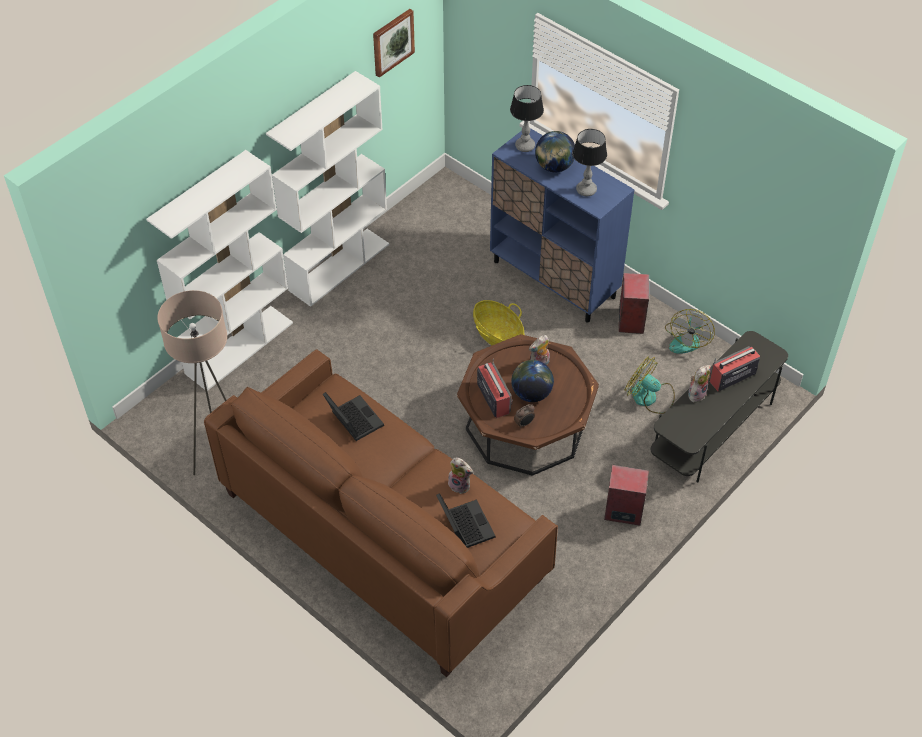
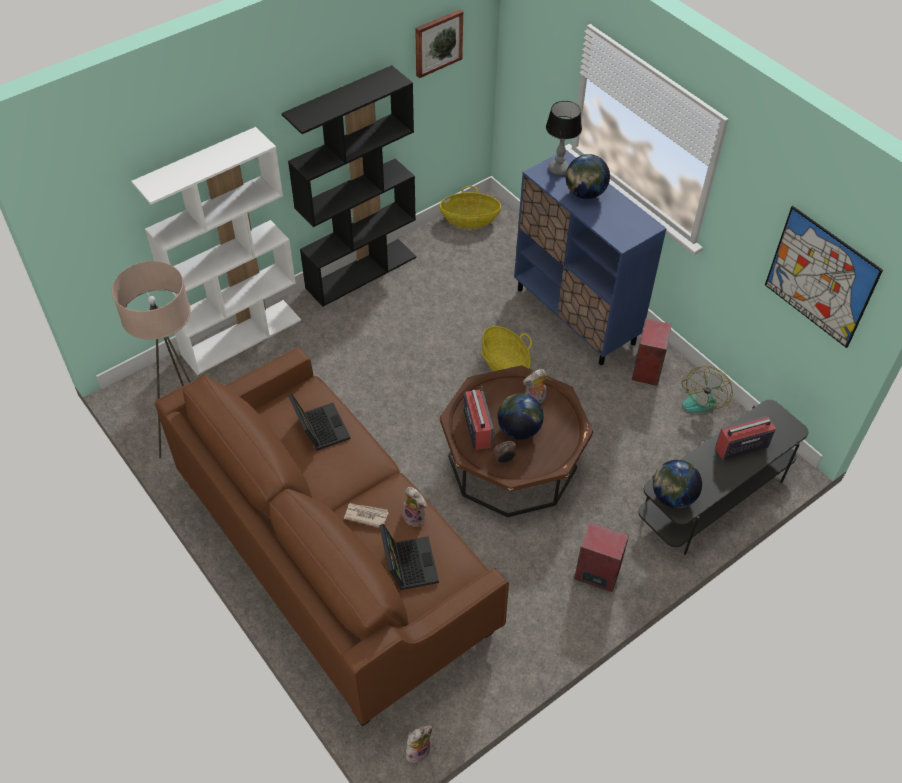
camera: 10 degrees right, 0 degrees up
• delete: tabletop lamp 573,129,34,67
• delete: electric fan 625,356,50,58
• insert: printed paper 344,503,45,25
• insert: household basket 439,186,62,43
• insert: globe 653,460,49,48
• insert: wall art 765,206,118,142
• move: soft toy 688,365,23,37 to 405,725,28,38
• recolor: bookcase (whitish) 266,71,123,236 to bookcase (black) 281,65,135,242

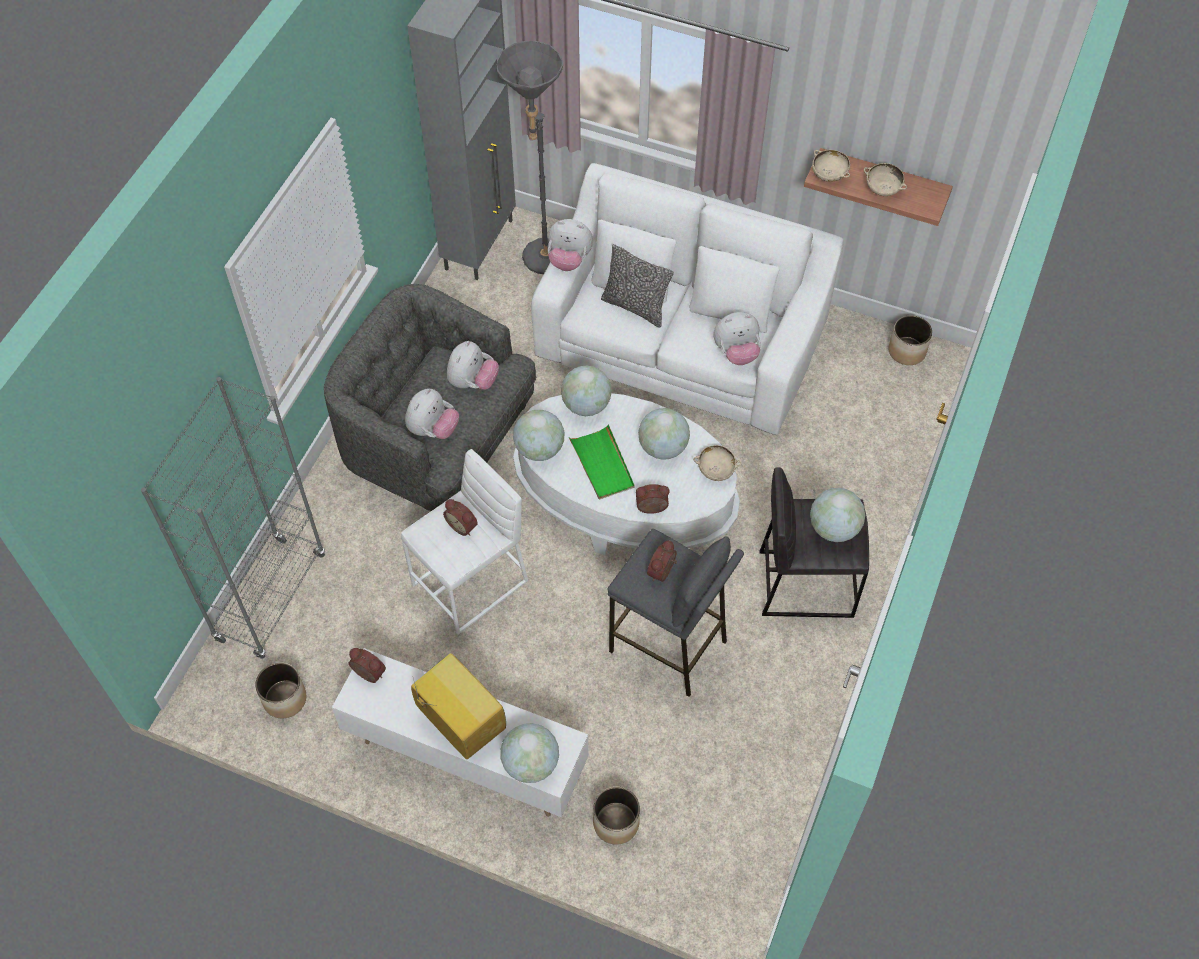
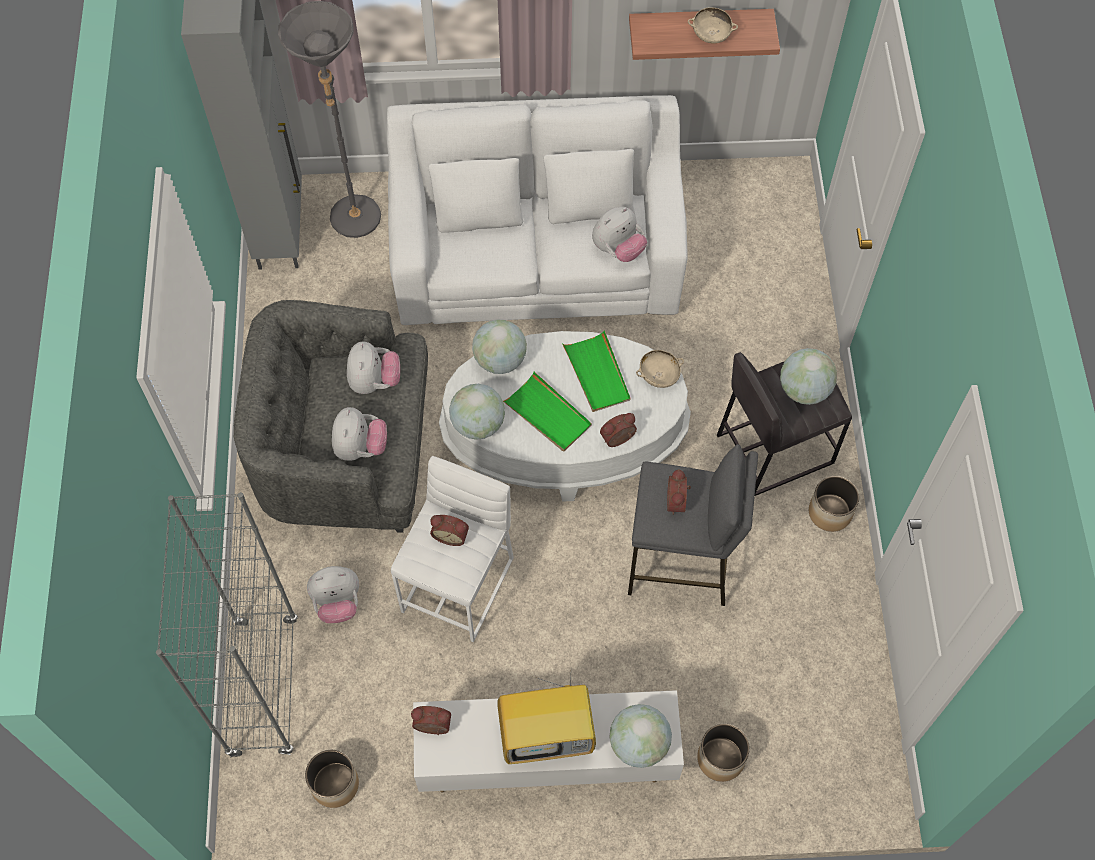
camera: 25 degrees left, 5 degrees up
• delete: pillow 601,244,73,84
• delete: bowl (beige-coloured) 812,150,38,32
• move: soft toy 548,219,45,52 to 307,566,52,57
• move: flower pot 889,315,43,50 to 809,476,50,56
• replace: globe 638,408,52,52 to tray (greenish) 562,330,68,82
• rotate: TV set 411,653,95,106 = 497,675,99,89 150 degrees clockwise

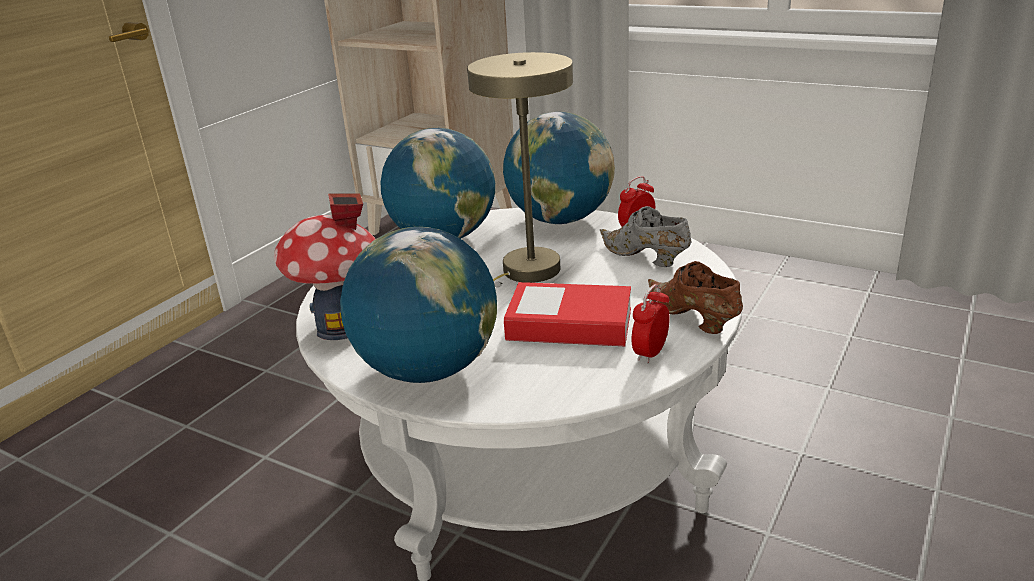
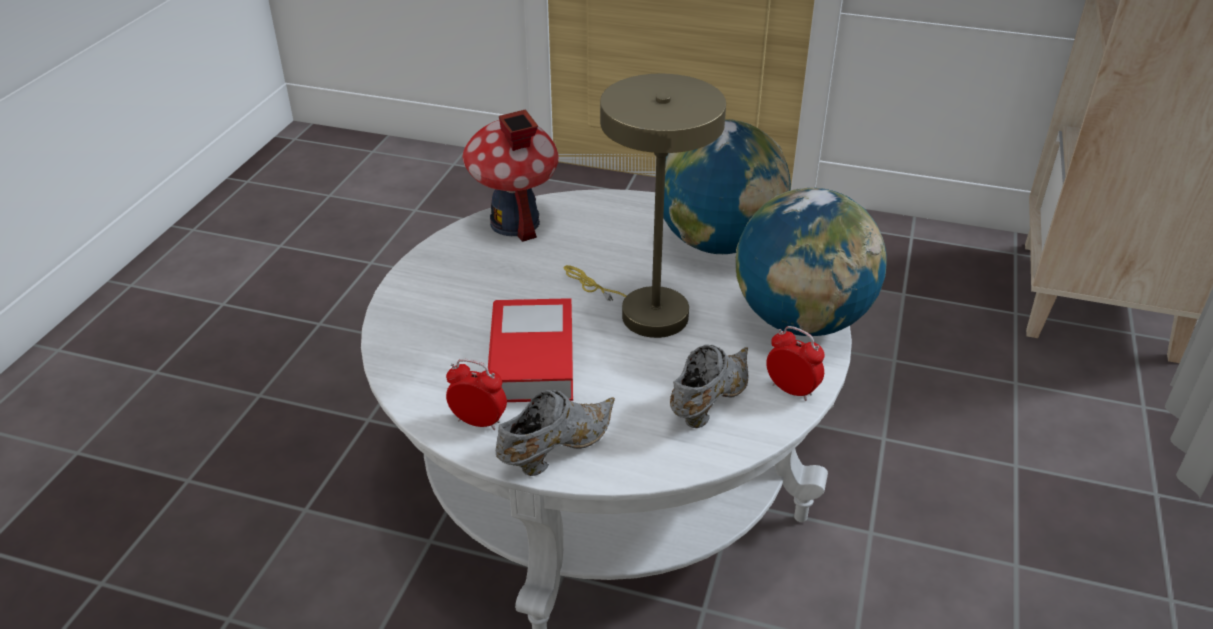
camera: 75 degrees right, 10 degrees up
• delete: globe 340,227,157,156
• recolor: shoe (brown) 648,261,95,73 to shoe (greyish) 496,390,119,86

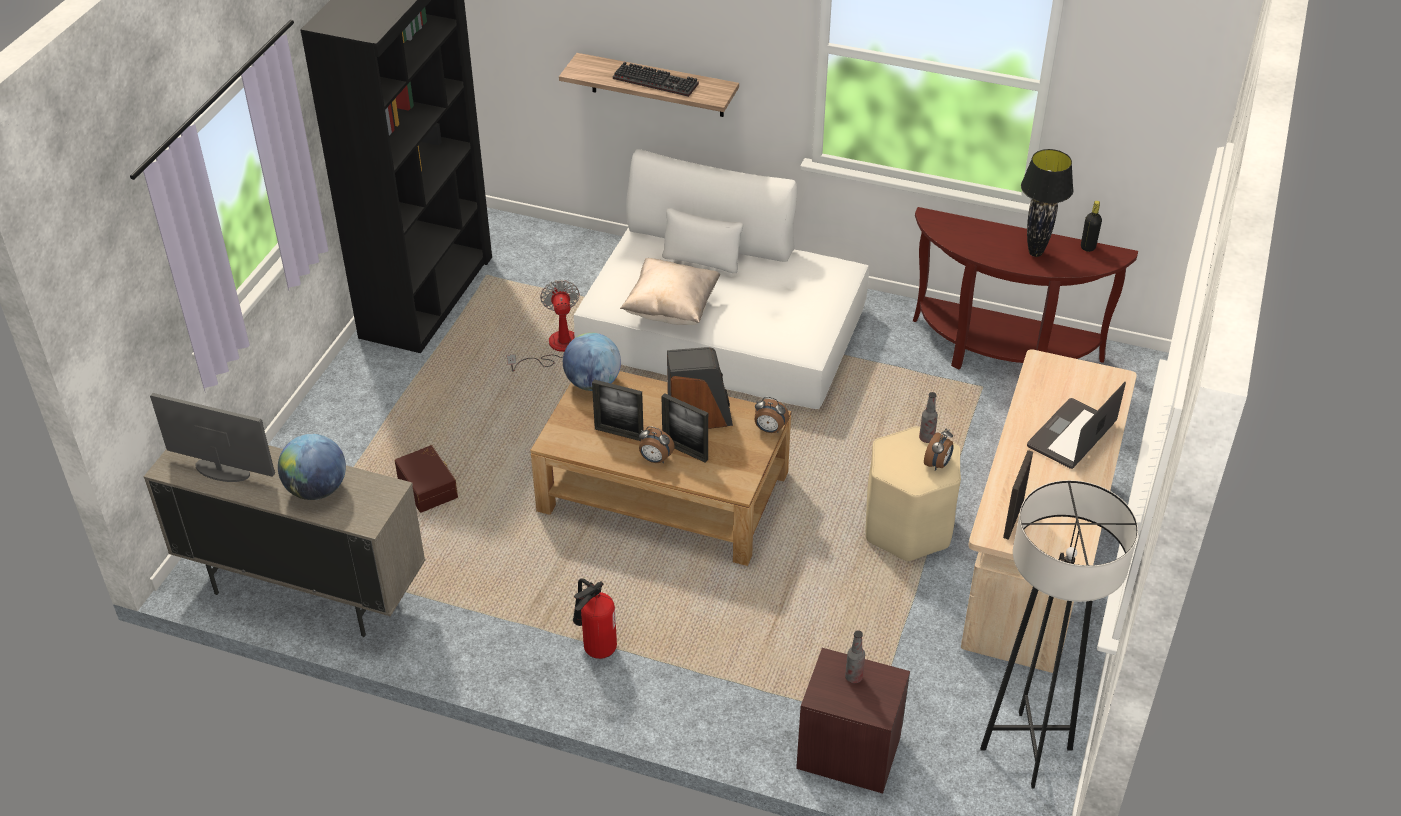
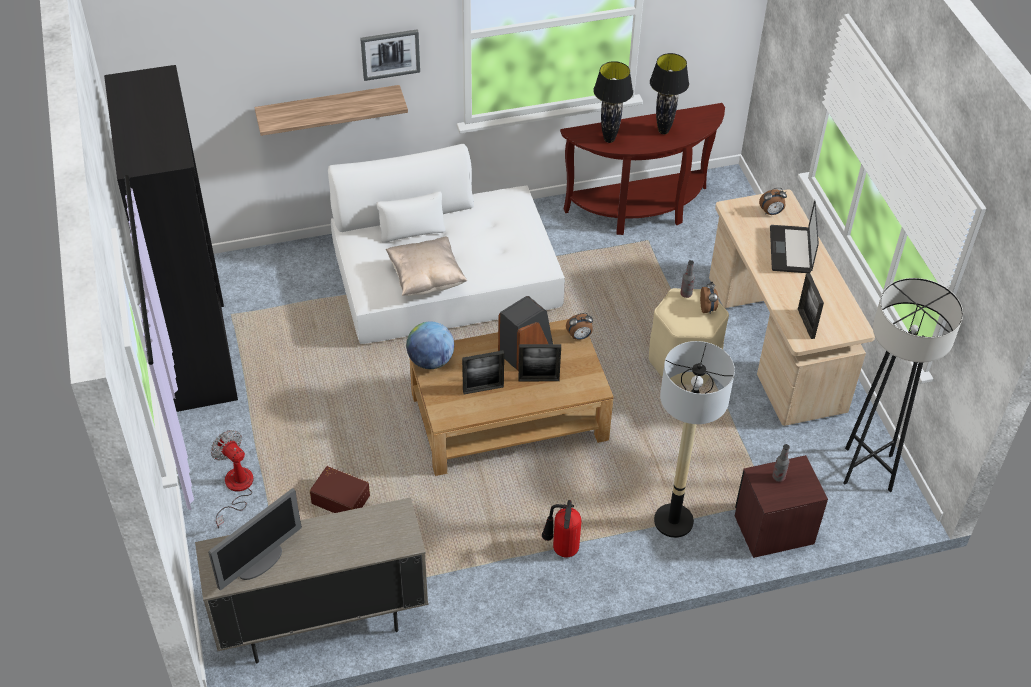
camera: 35 degrees left, 5 degrees up
• delete: globe 278,434,68,66
• delete: PC keyboard 613,62,86,35
• delete: bottle (black) 1081,201,21,51
• insert: wall art 360,29,60,52
• insert: tabletop lamp (black) 593,61,40,82
• insert: floor lamp 654,341,81,197
• move: electric fan 507,280,73,92 to 211,430,43,99
• move: bedside clock 639,426,36,37 to 759,188,28,27
• rotate: computer display 150,393,125,89 = 208,488,94,102 150 degrees clockwise

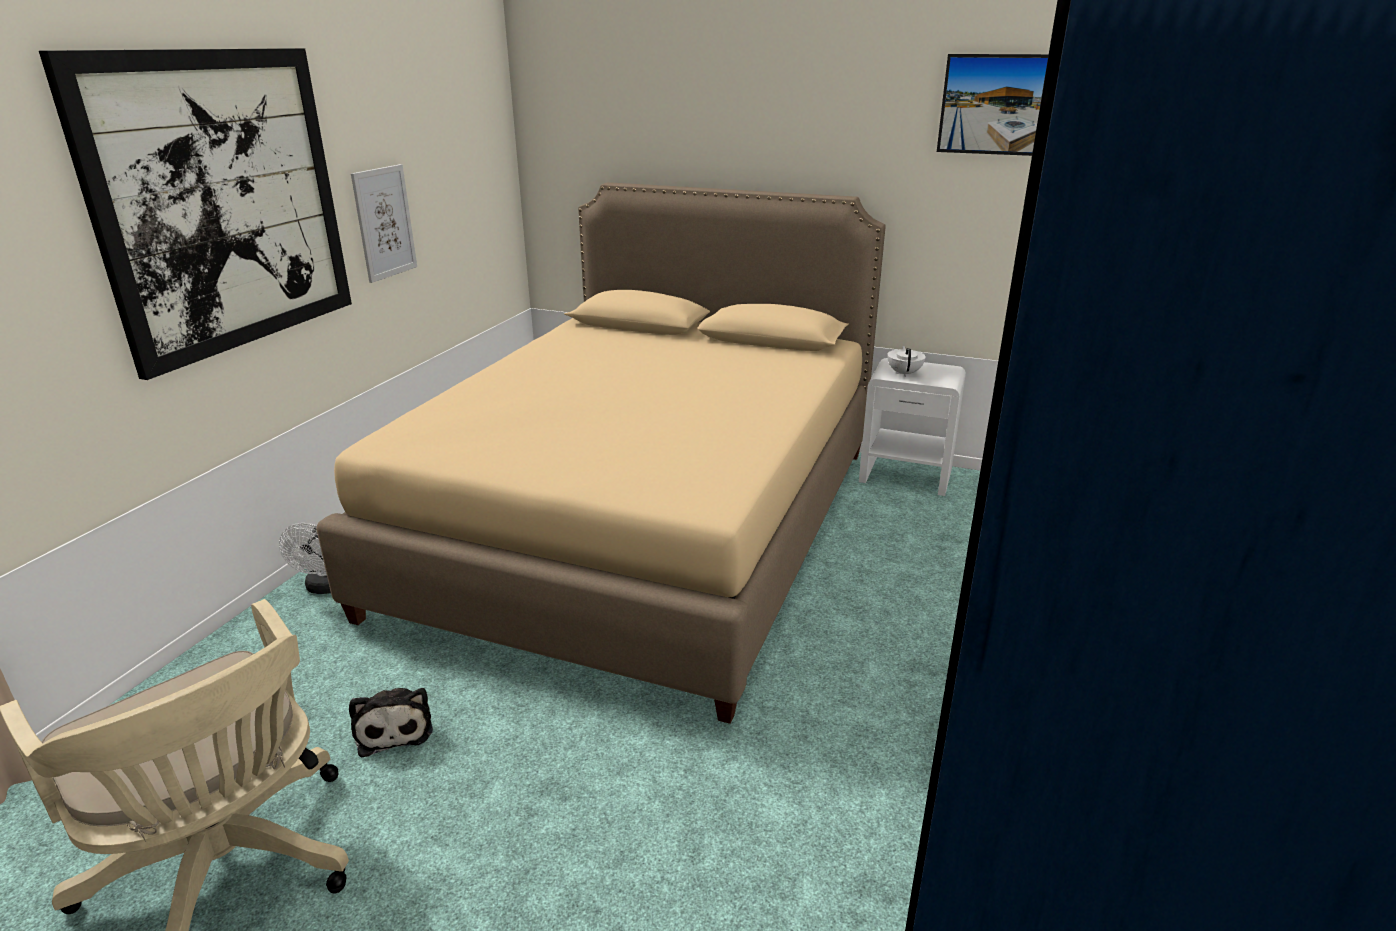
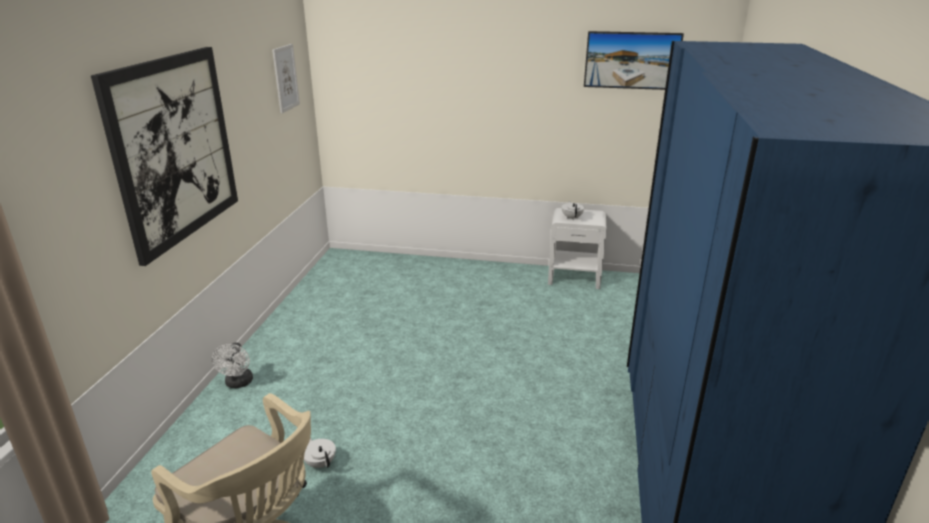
camera: 10 degrees left, 0 degrees up
• delete: sleeping bed (beige-coloured) 316,182,570,542
• move: wall art 351,164,66,119 to 272,44,28,69
• replace: soft toy 349,688,84,70 to pot for tea (whitish) 304,438,32,30

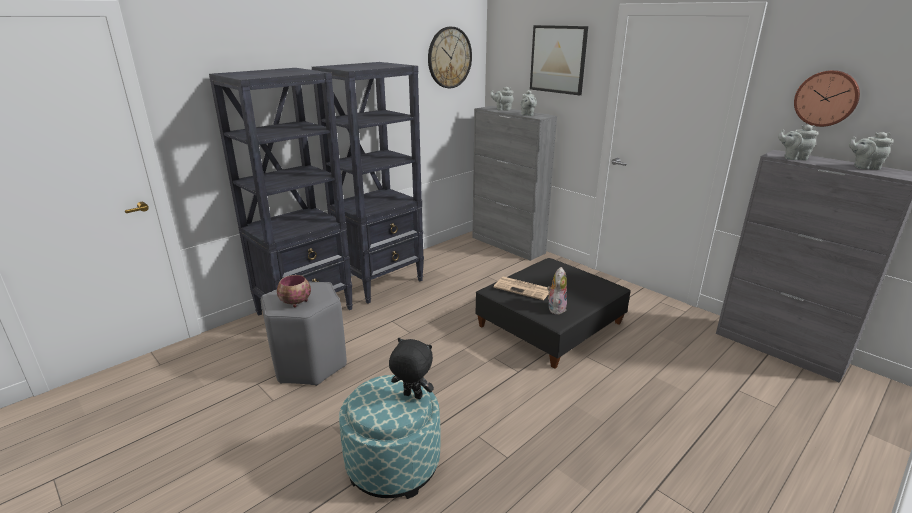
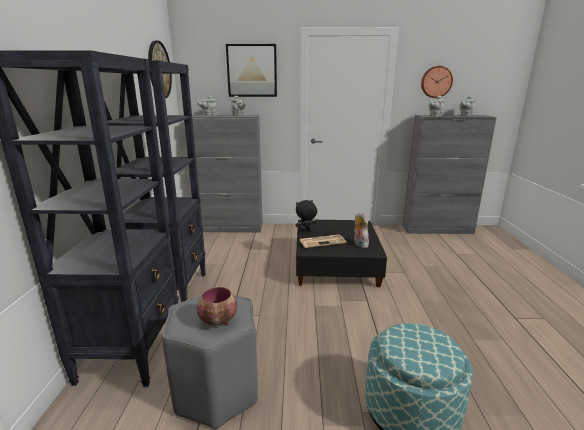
camera: 45 degrees left, 5 degrees down
• move: soft toy (black) 389,338,45,61 to 295,200,22,32

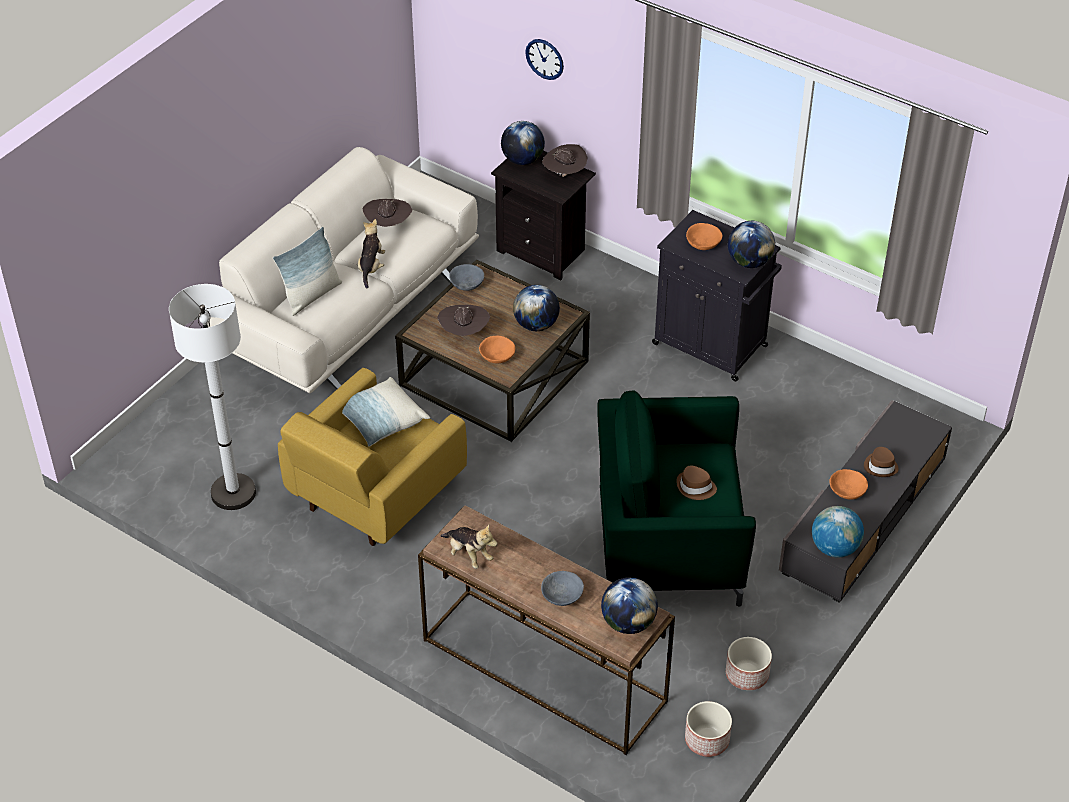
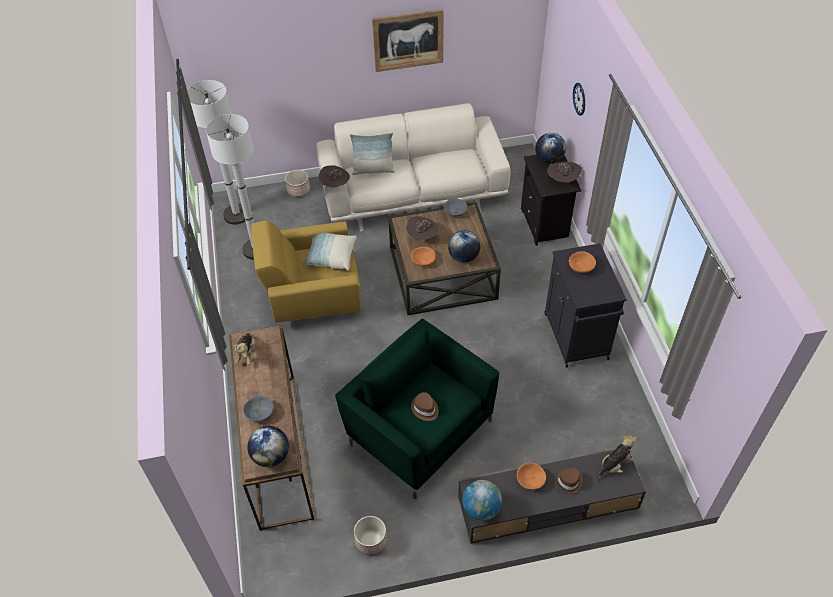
camera: 45 degrees right, 5 degrees up
• delete: globe 728,221,47,47
• insert: floor lamp (whitish) 187,80,58,145
• insert: wall art 372,9,72,63
• move: soft toy 358,219,27,70 to 597,434,40,48
• move: hat (brown) 362,199,50,28 to 319,165,31,23
• move: flower pot 685,701,47,56 to 285,170,25,27

